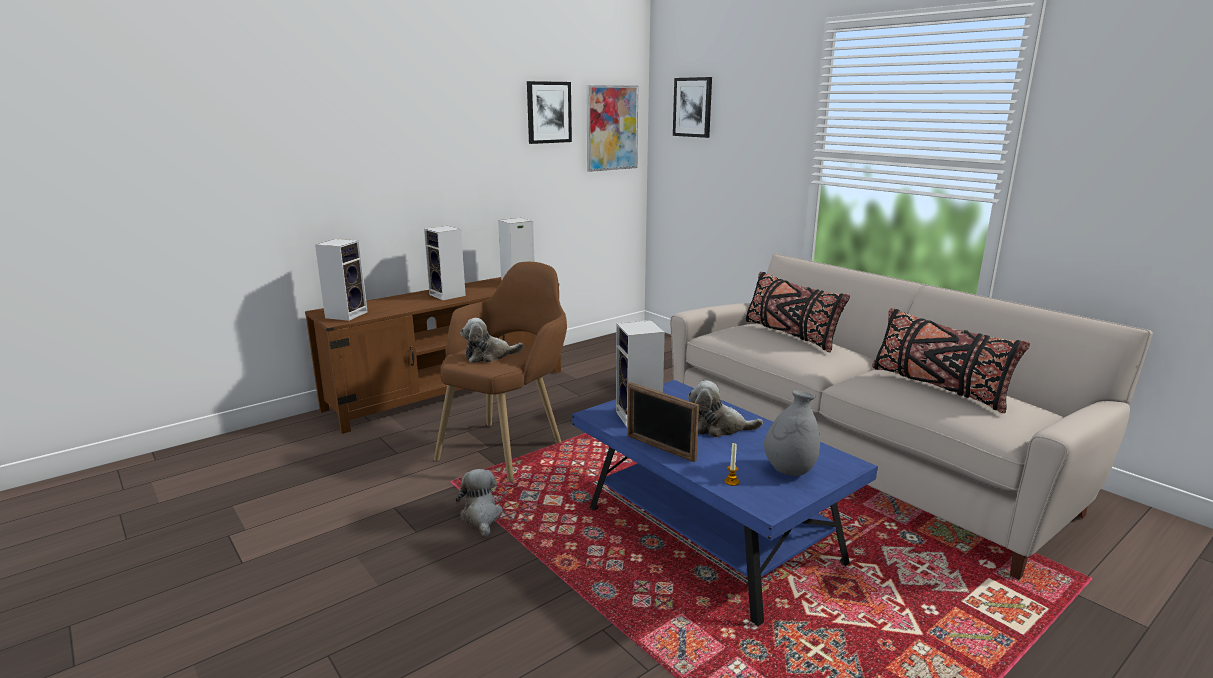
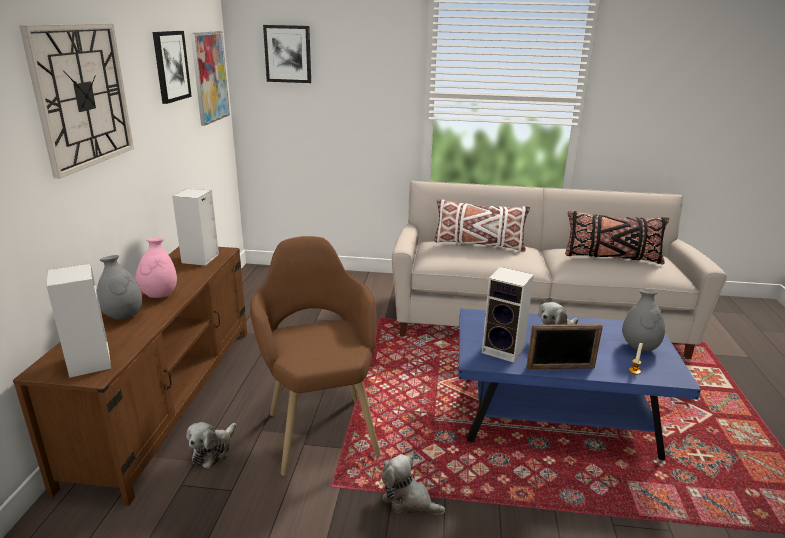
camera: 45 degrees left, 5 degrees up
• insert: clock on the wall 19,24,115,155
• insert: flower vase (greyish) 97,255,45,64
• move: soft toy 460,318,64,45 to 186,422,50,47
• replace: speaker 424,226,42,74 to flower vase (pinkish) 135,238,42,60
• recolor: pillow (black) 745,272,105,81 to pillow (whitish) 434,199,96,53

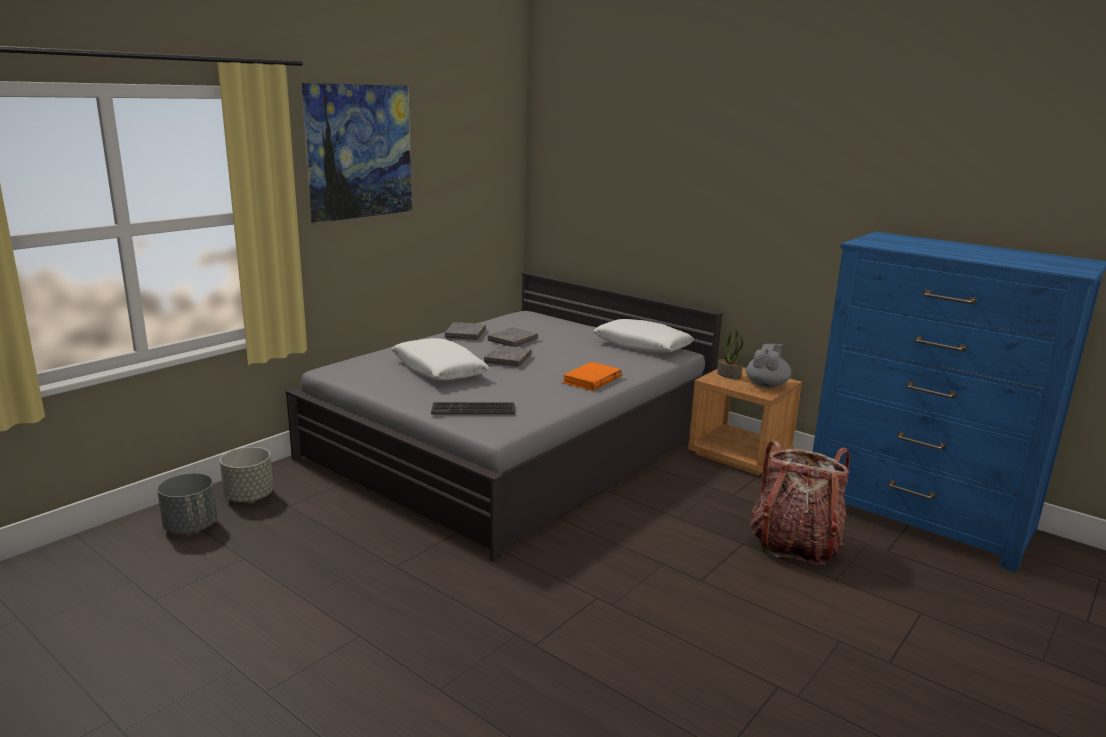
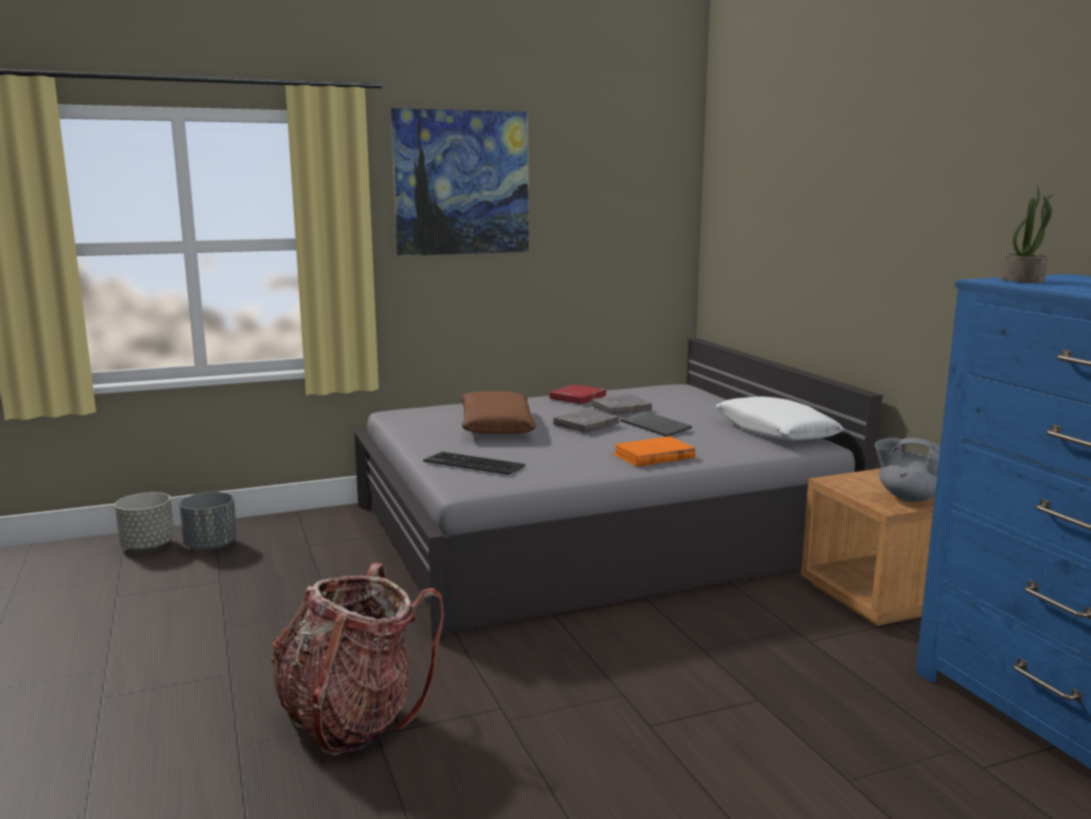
camera: 30 degrees right, 5 degrees down
• insert: PC keyboard 620,411,72,26
• move: flower pot (greyish) 220,447,54,55 to 115,492,60,59
• move: houseplant 717,328,27,51 to 1000,186,53,97
• move: backpack 750,441,100,124 to 271,563,173,193
• recolor: pillow (whitish) 391,338,98,42 to pillow (brown) 461,391,76,43
• recolor: bound book (greyish) 445,322,40,18 to bound book (red-coloured) 549,384,57,20
• rotate: pot for tea (greyish) 746,344,45,44 = 875,438,65,64 120 degrees counterclockwise

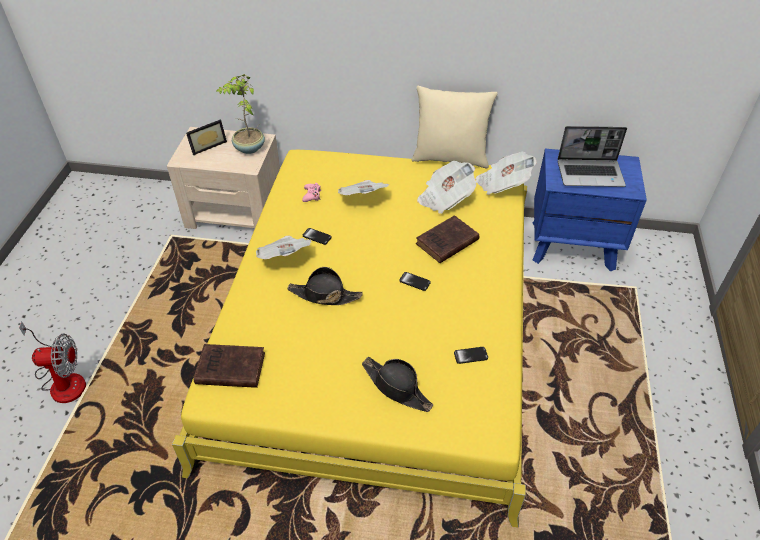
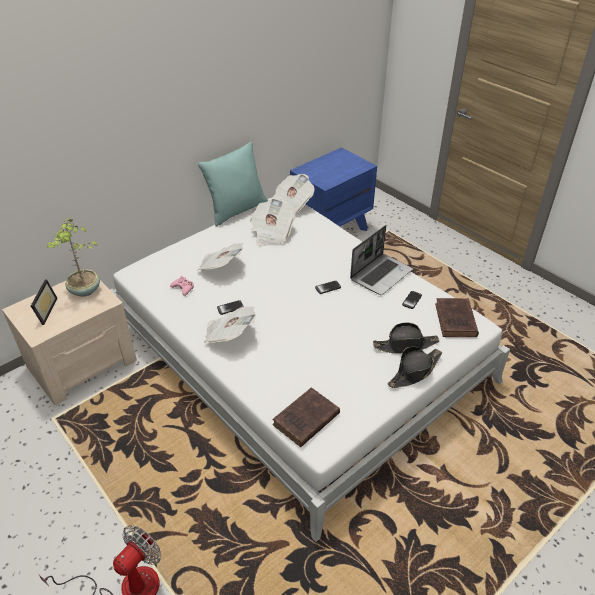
camera: 50 degrees left, 5 degrees down
• move: hat (black) 287,267,76,38 to 387,346,55,42
• move: bound book (brown) 416,215,63,48 to 435,298,44,39
• move: portable computer 558,126,69,61 to 350,225,63,70
• recolor: sleeping bed (yellow) 172,150,355,378 to sleeping bed (whitish) 110,197,400,345
• recolor: pillow (beige-coloured) 412,86,86,82 to pillow (turquoise) 198,142,70,85

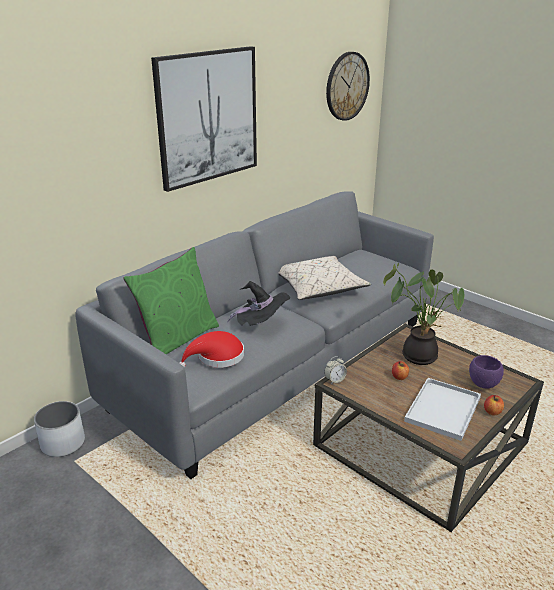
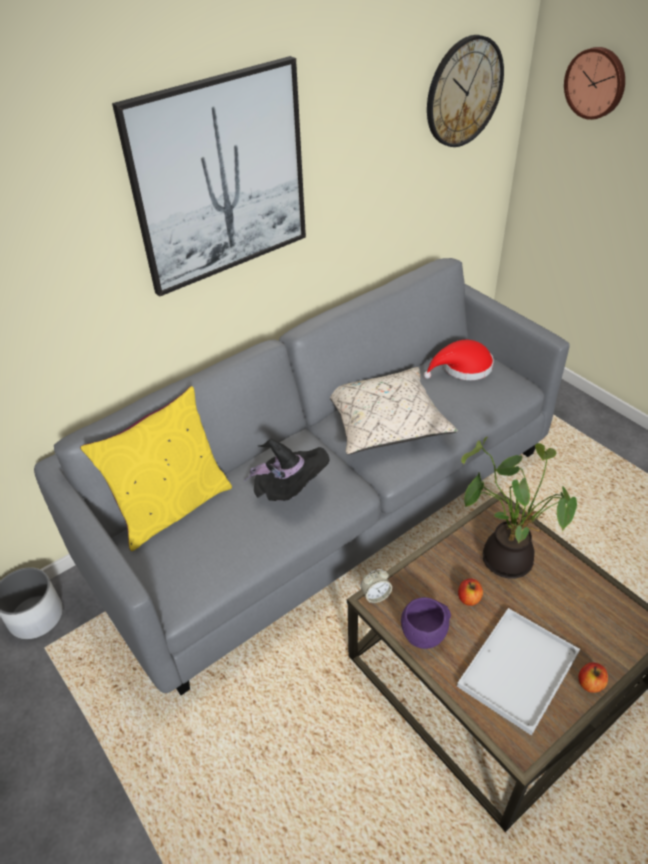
camera: 10 degrees right, 15 degrees up
• insert: clock on the wall 564,47,61,73
• move: hat (red-coloured) 180,331,64,37 to 424,340,70,40
• move: bowl (purple) 469,355,35,34 to 401,597,50,52
• recolor: pillow (greenish) 123,247,96,108 to pillow (yellow) 80,386,152,165

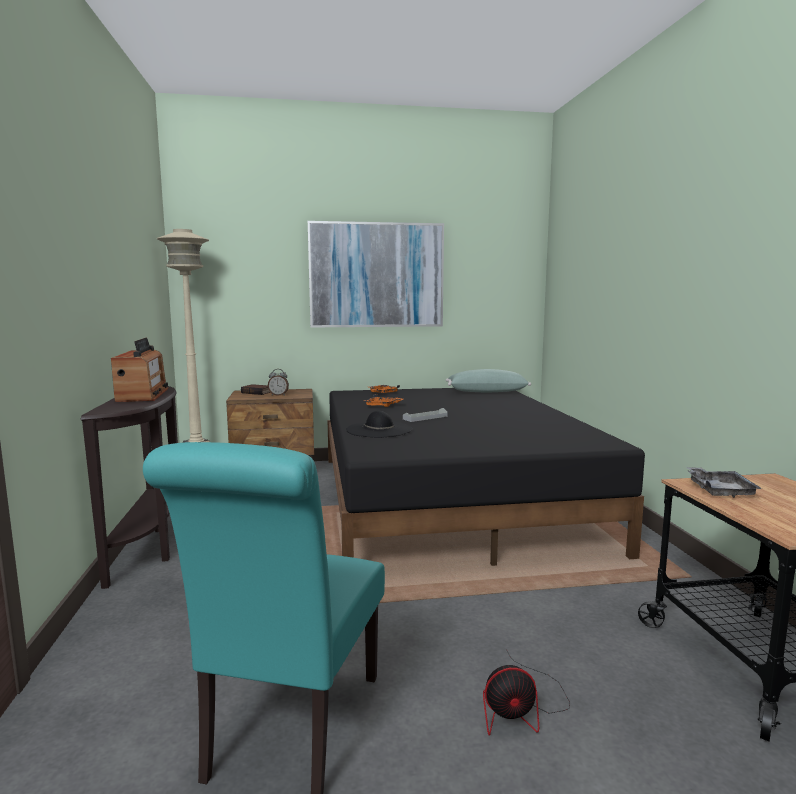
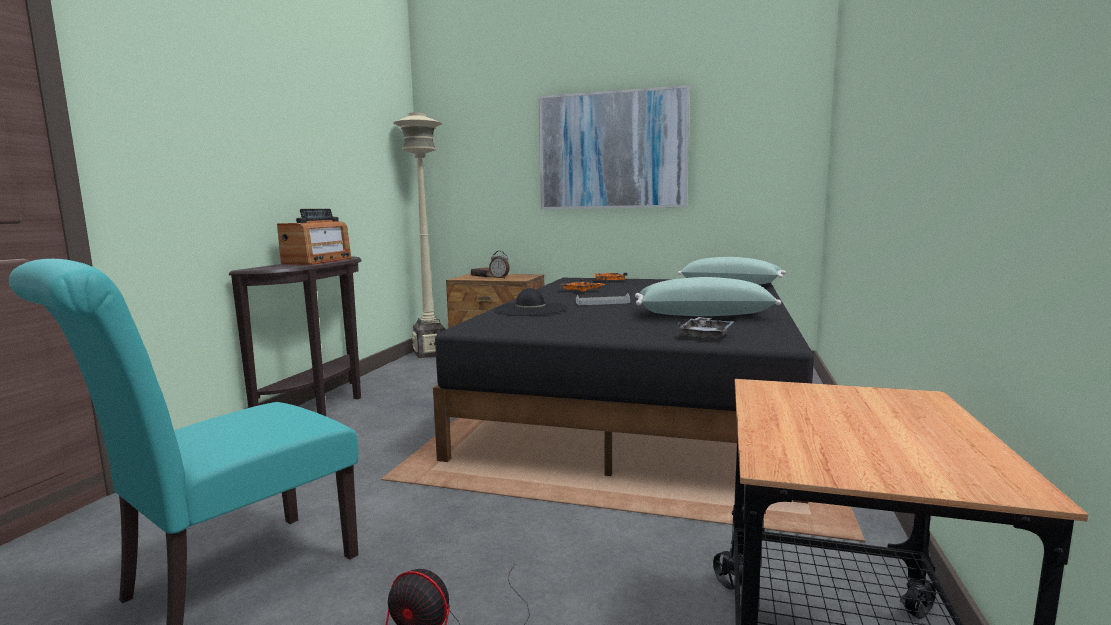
camera: 25 degrees right, 0 degrees up
• insert: pillow (greenish) 635,277,146,39
• move: tray (greyish) 686,467,76,31 to 678,317,57,22

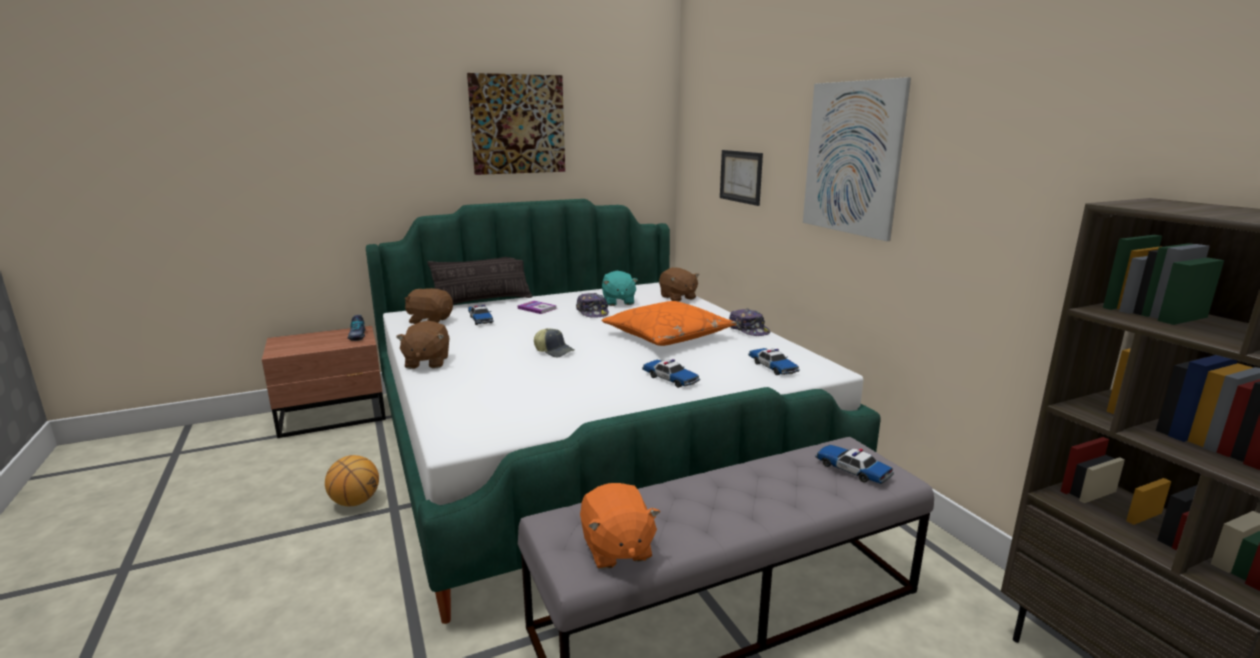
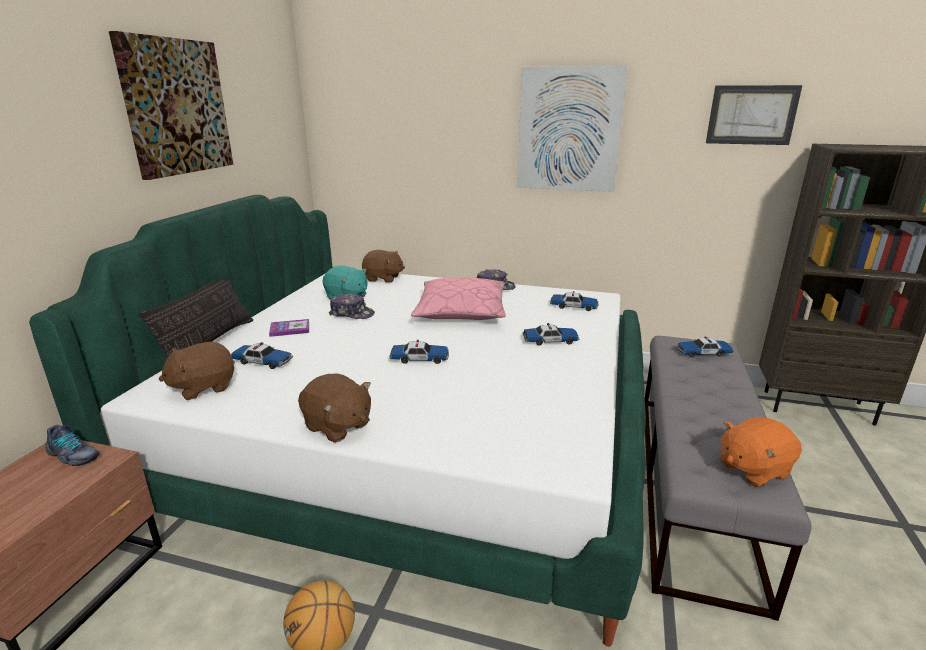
camera: 50 degrees left, 5 degrees up
• move: wall art 720,150,43,56 to 706,85,96,60
• replace: baseball cap 534,328,40,29 to miniature car 389,340,60,24
• recolor: pillow (orange) 602,301,134,45 to pillow (pinkish) 411,278,95,42
• rotate: soft toy (orange) 580,483,80,86 = 720,417,82,70 135 degrees clockwise

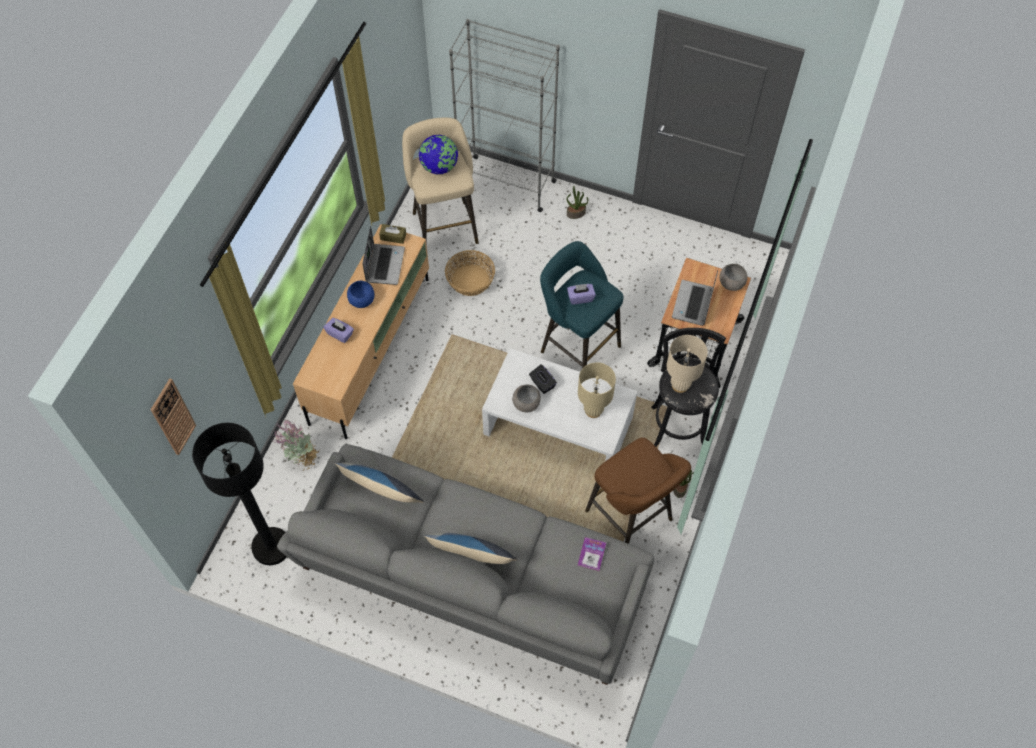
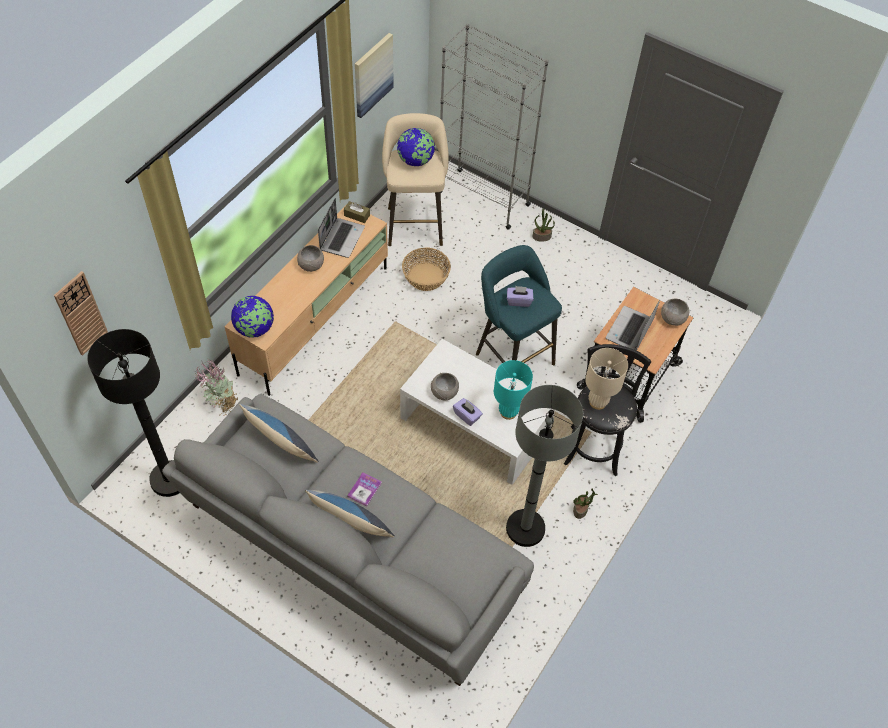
camera: 10 degrees right, 5 degrees down
• delete: tissue box (black) 529,364,28,30
• insert: globe 231,296,43,42
• insert: wall art 355,33,39,85
• move: tissue box (purple) 324,318,30,25 to 453,398,30,28
• move: bound book 578,537,28,34 to 347,472,35,34
• replace: stool seat (brown) 585,437,106,107 to floor lamp (greyish) 506,385,77,162
• recolor: bowl (blue) 347,280,27,28 to bowl (greyish) 297,245,27,27
• recolor: tabletop lamp (beige-coloured) 578,362,38,56 to tabletop lamp (turquoise) 494,360,39,60

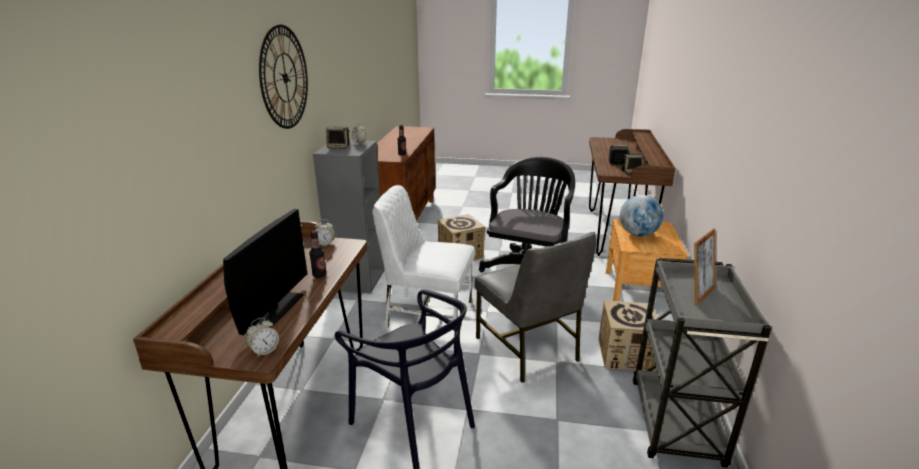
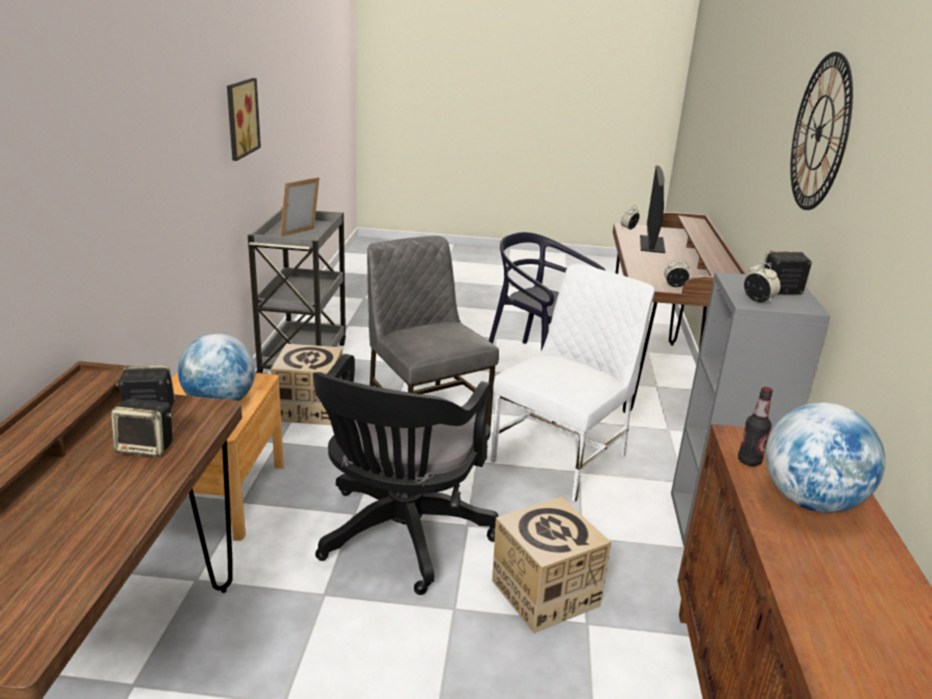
camera: 175 degrees right, 0 degrees up
• delete: bottle 309,231,18,47
• insert: wall art 227,78,34,83
• insert: globe 766,402,119,111
• rotate: upright chair (whitish) 372,185,103,150 = 491,264,164,239 60 degrees counterclockwise

